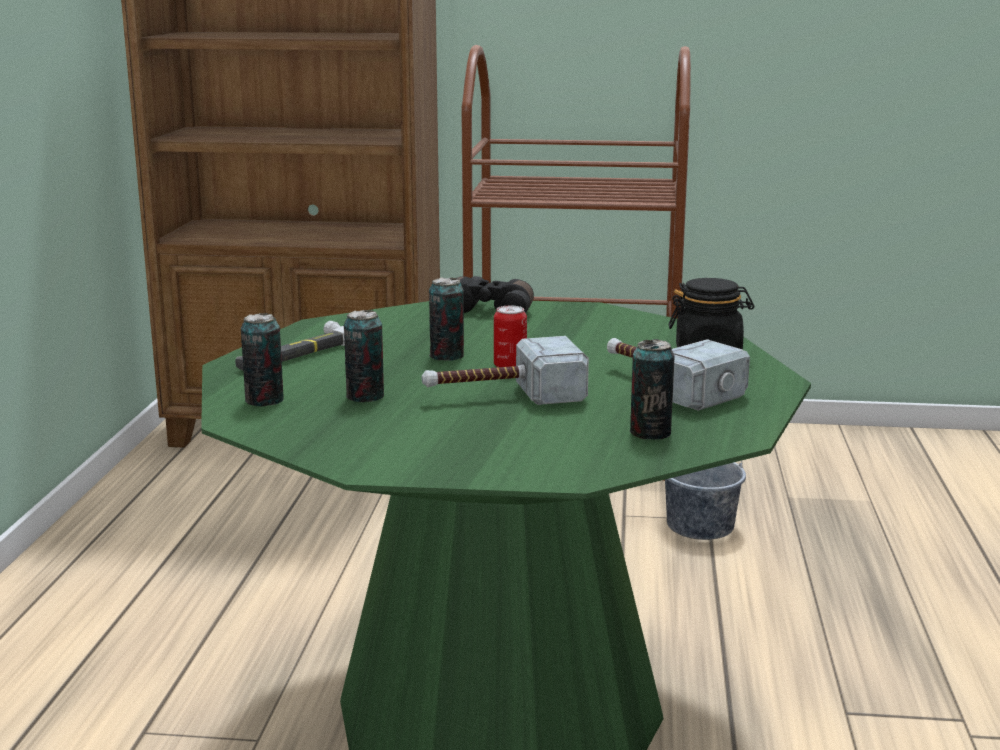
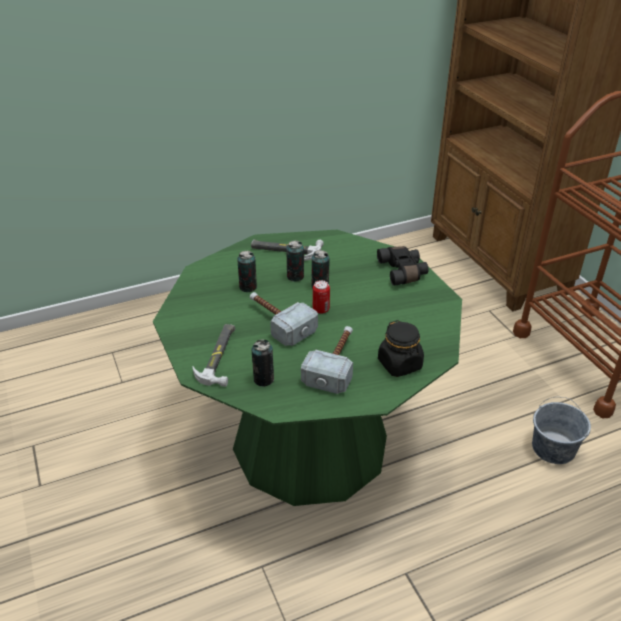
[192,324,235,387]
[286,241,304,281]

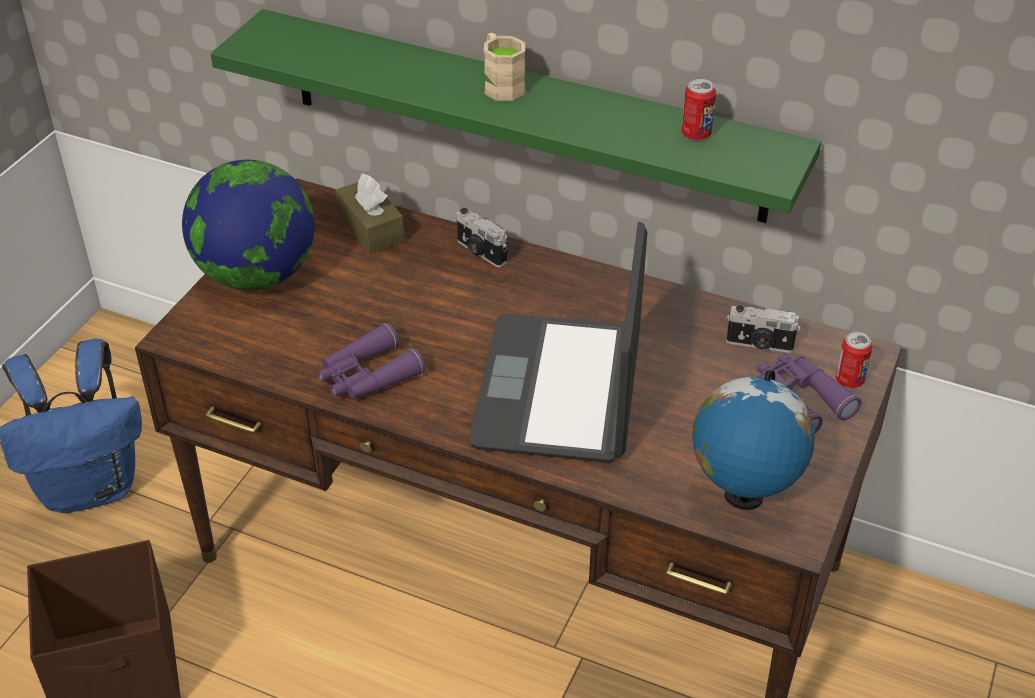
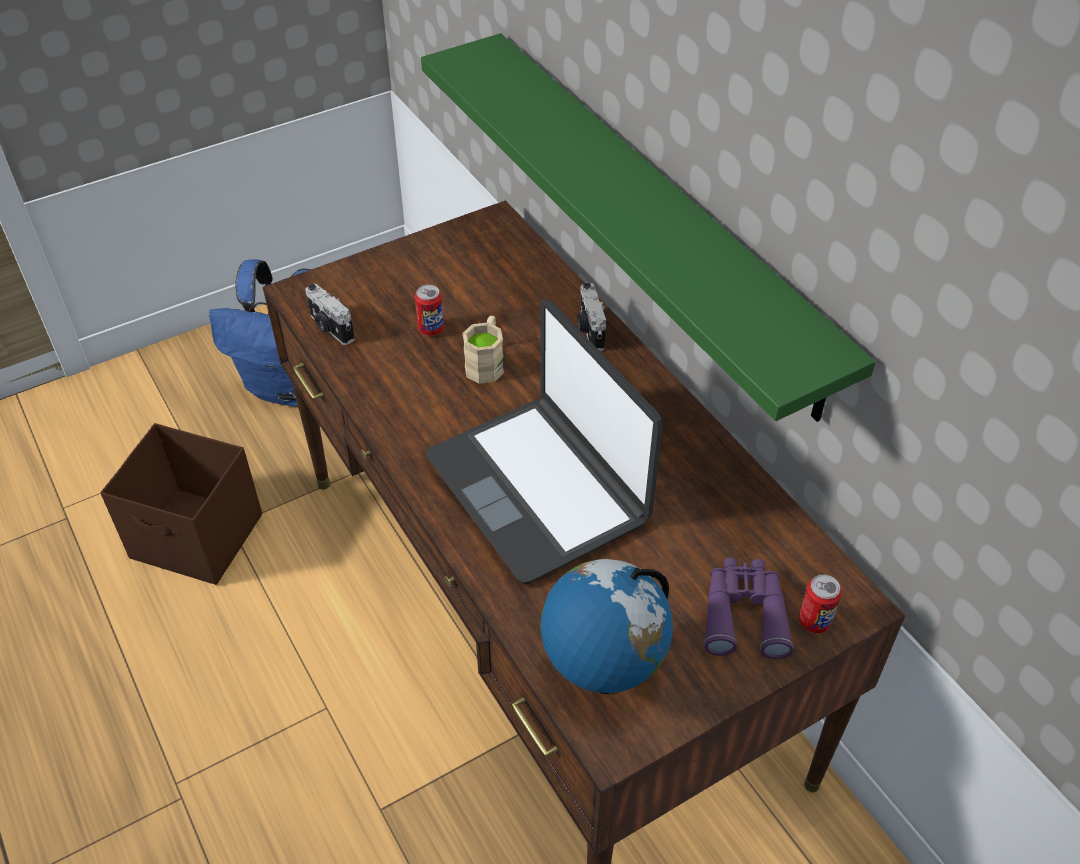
[182,160,315,290] (first image)
[317,323,425,399] (first image)
[335,173,405,254] (first image)
[462,316,504,384]
[415,285,444,336]
[305,284,355,345]
[426,299,663,585]

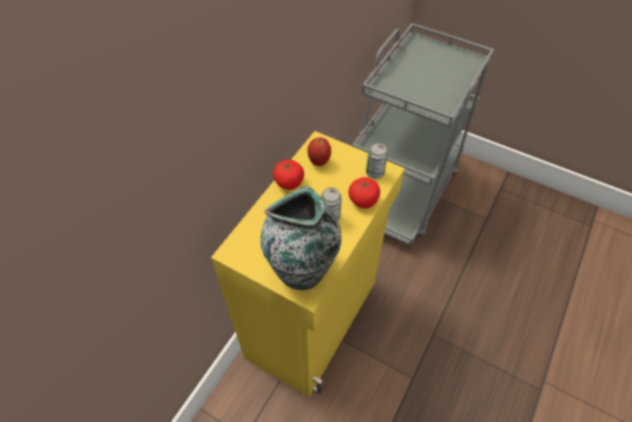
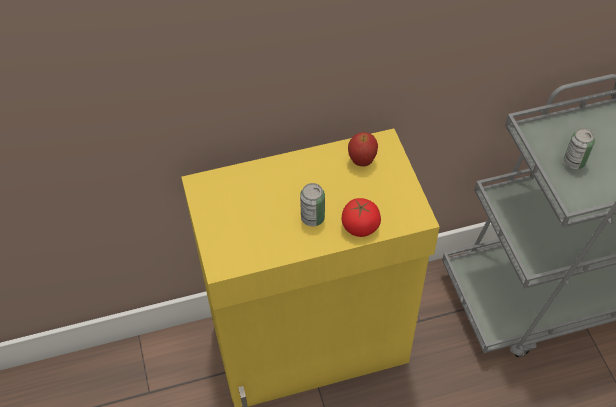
[260,186,342,290] (first image)
[273,160,304,190] (first image)
[564,128,595,169]

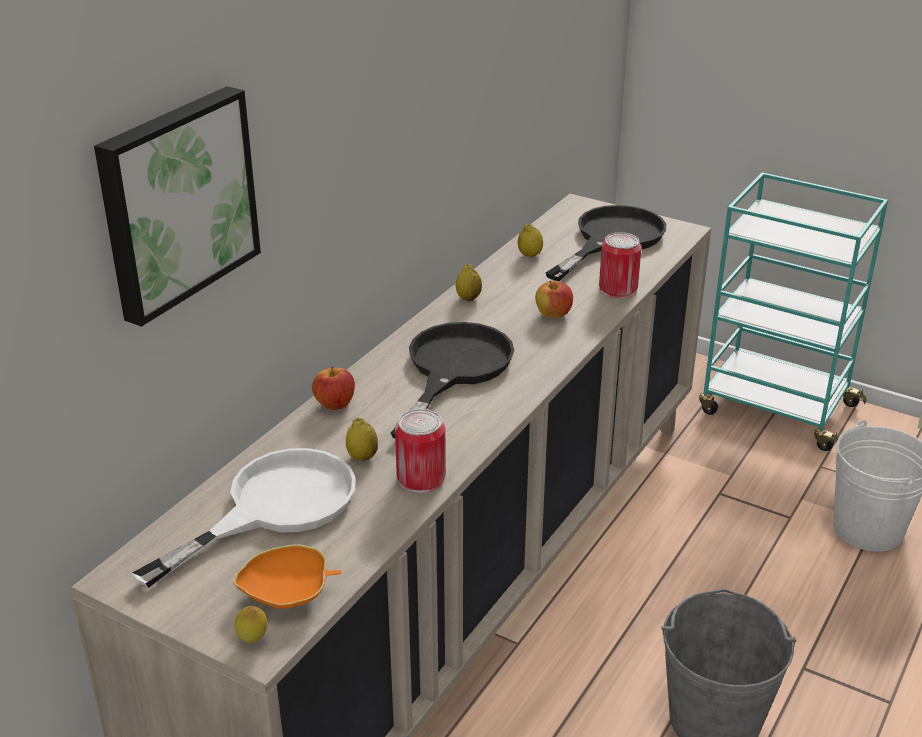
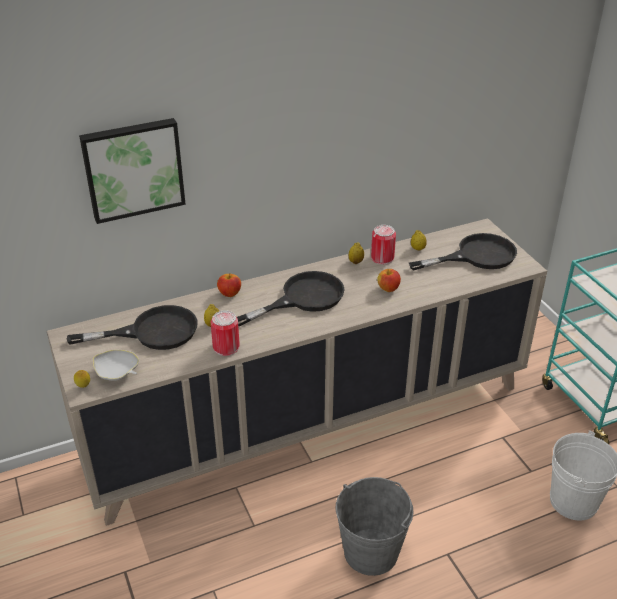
[371,225,396,265]
[67,305,198,350]
[93,349,139,381]

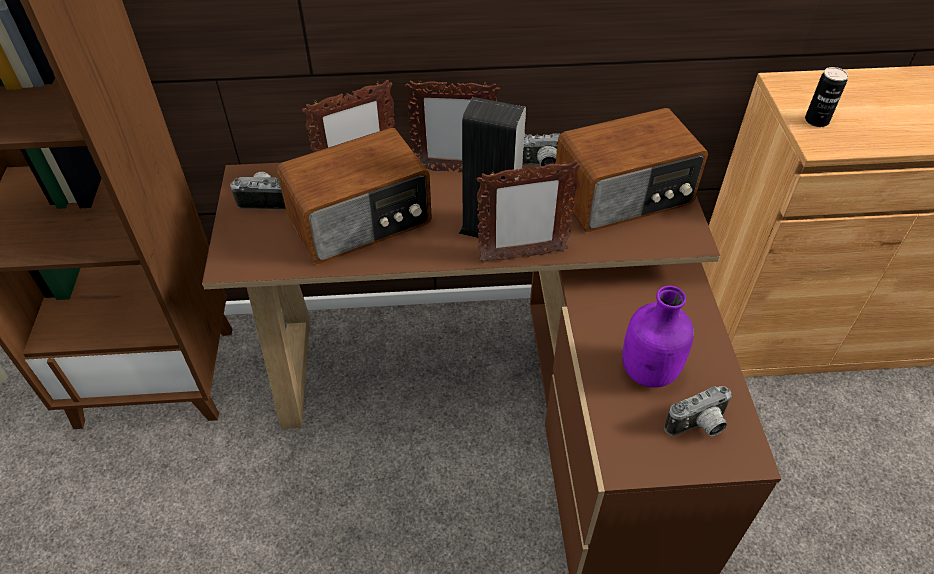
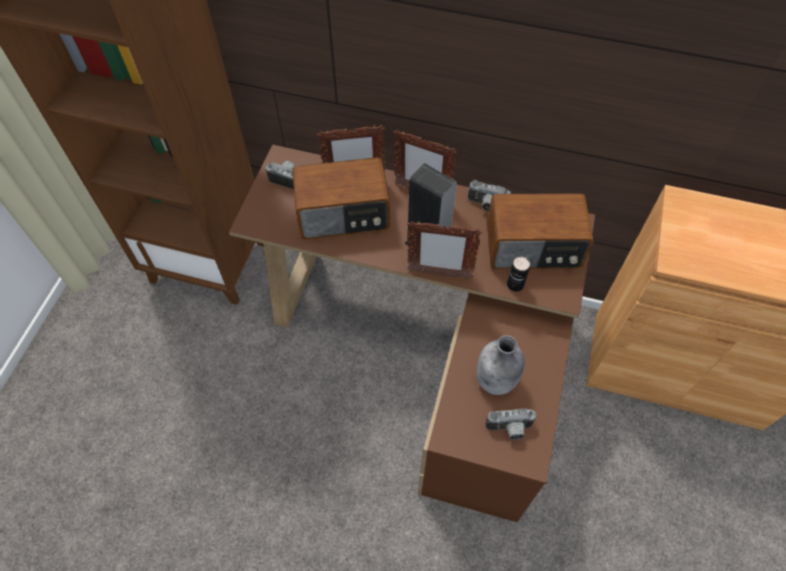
[507,257,530,292]
[476,335,525,395]

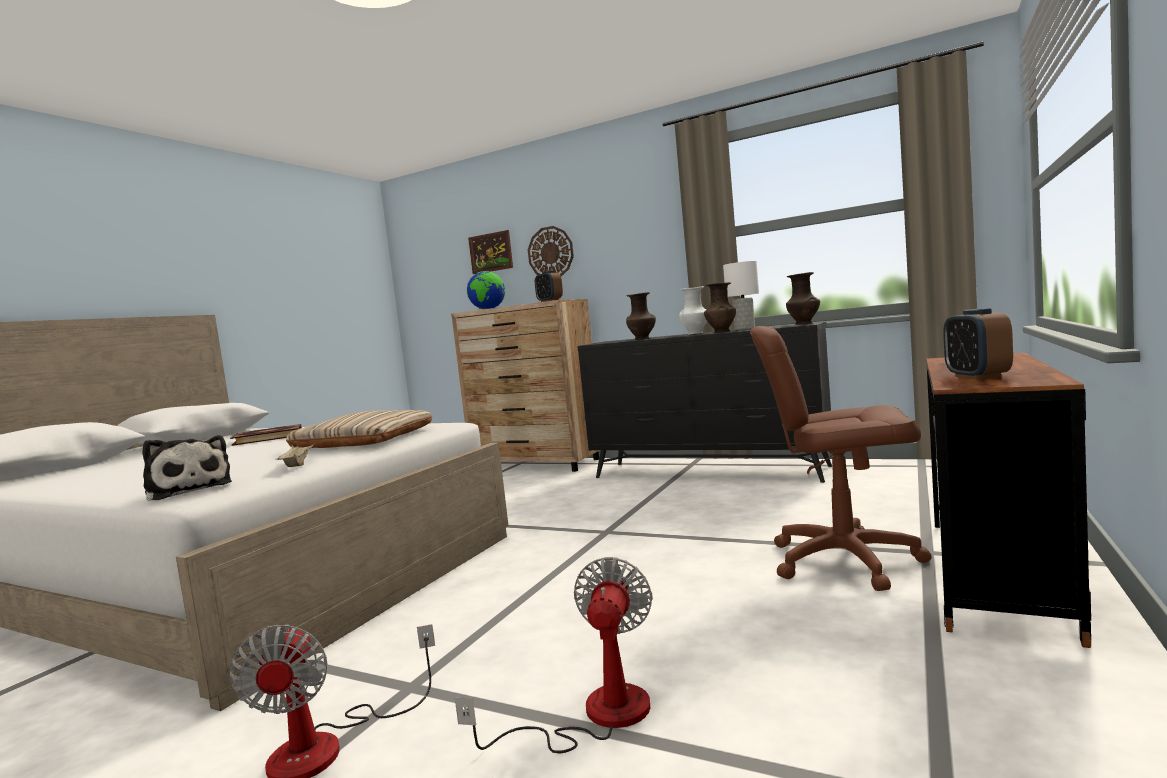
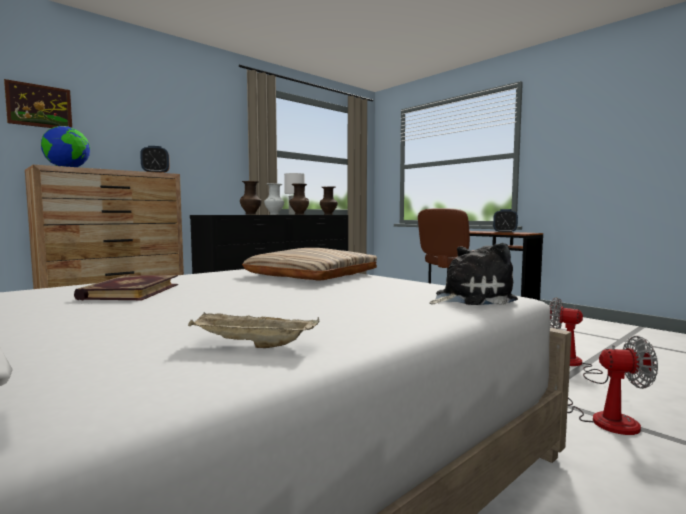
[528,226,574,276] (first image)
[188,312,320,348]

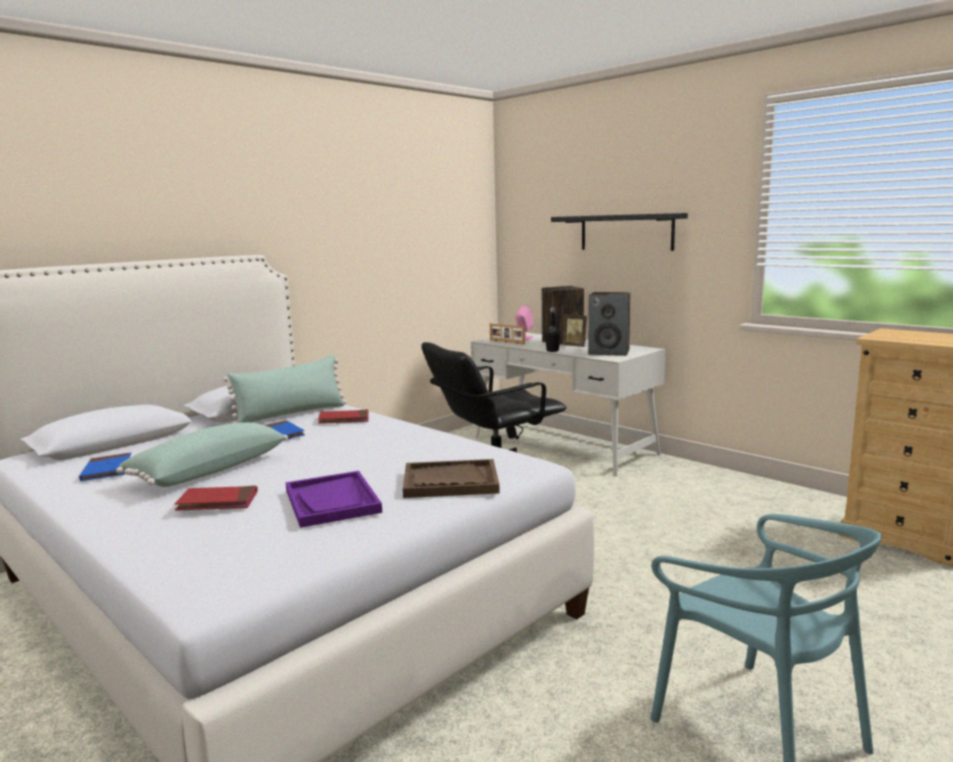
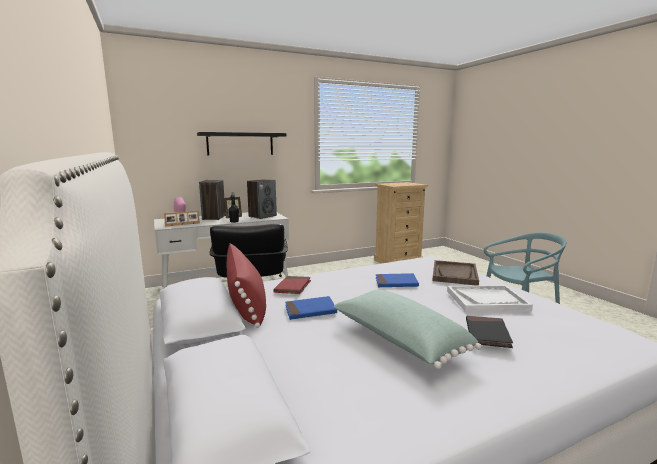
[376,273,419,287]
[466,316,513,348]
[227,244,266,328]
[447,285,533,312]

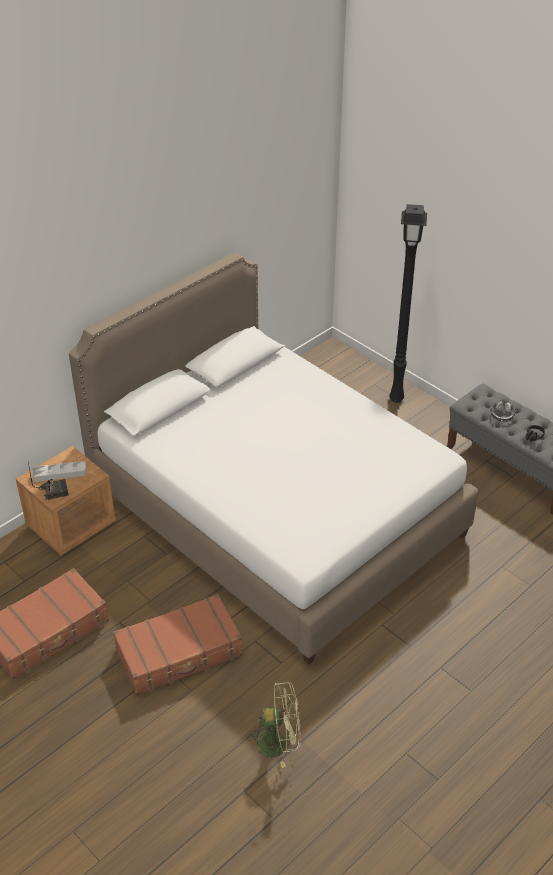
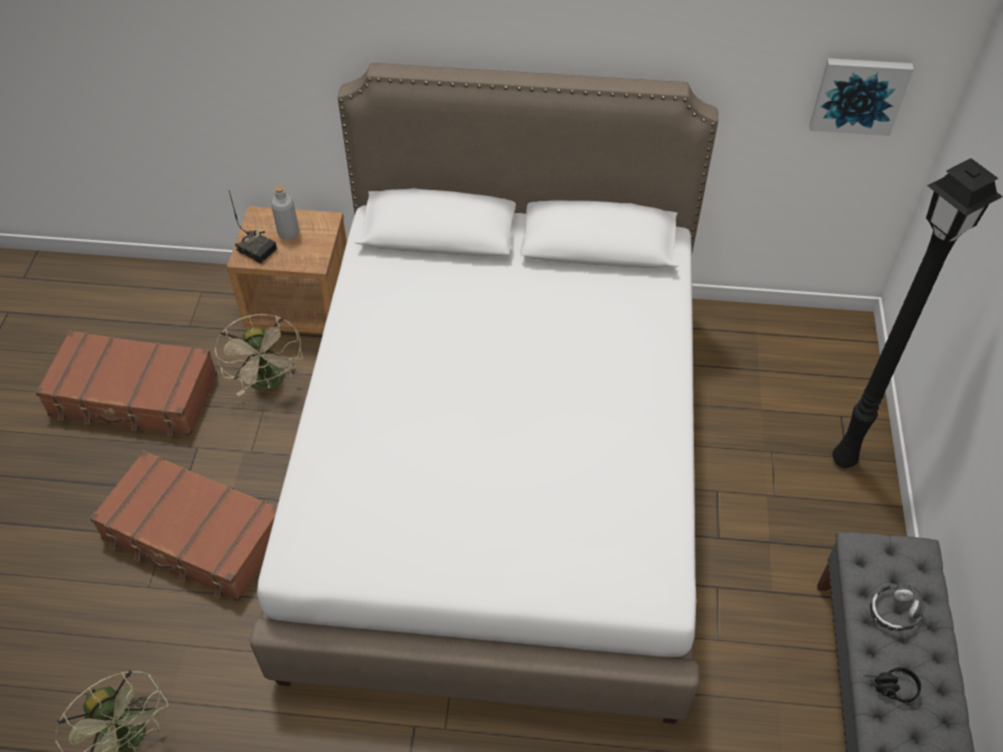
[214,314,303,396]
[809,58,914,136]
[271,185,299,240]

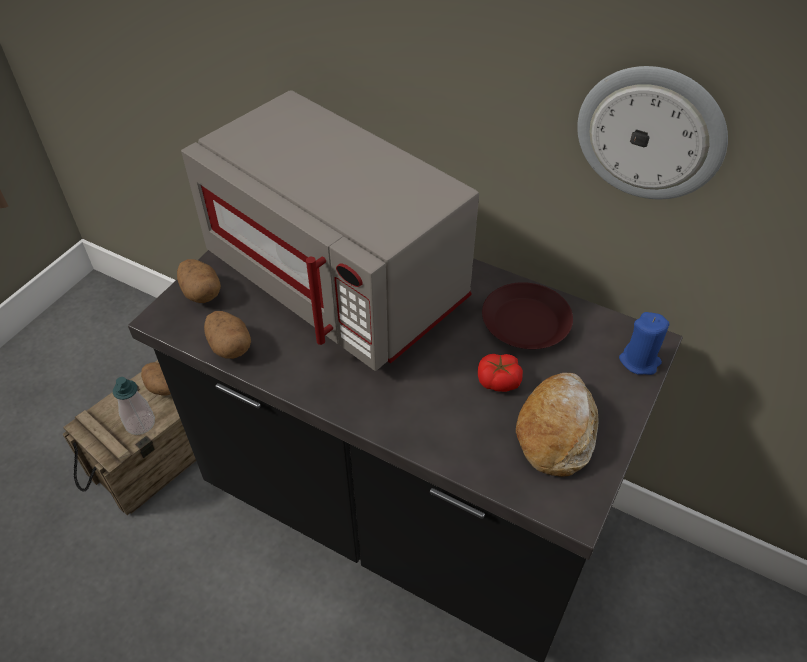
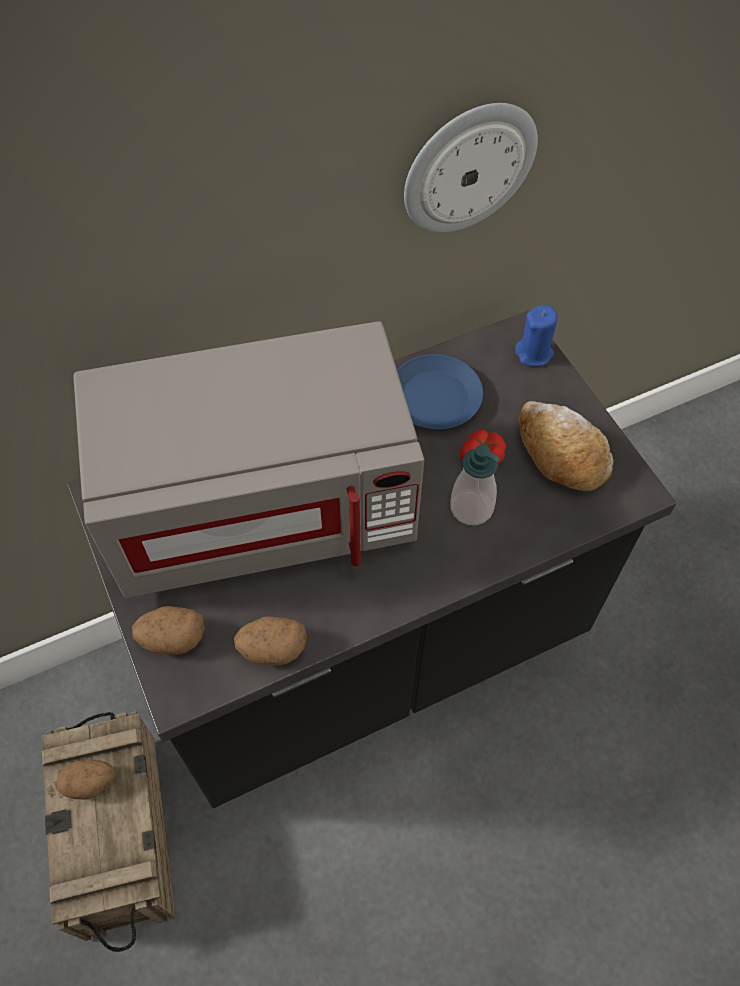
[450,445,500,525]
[397,354,483,429]

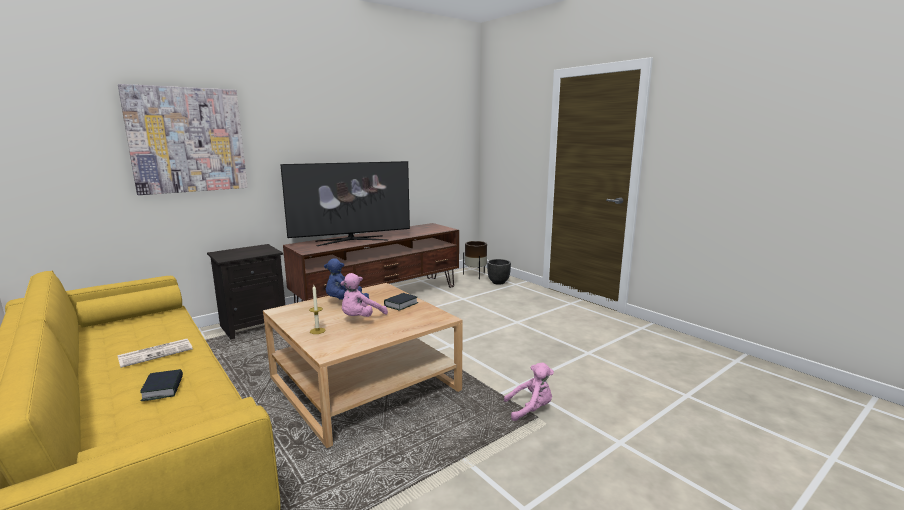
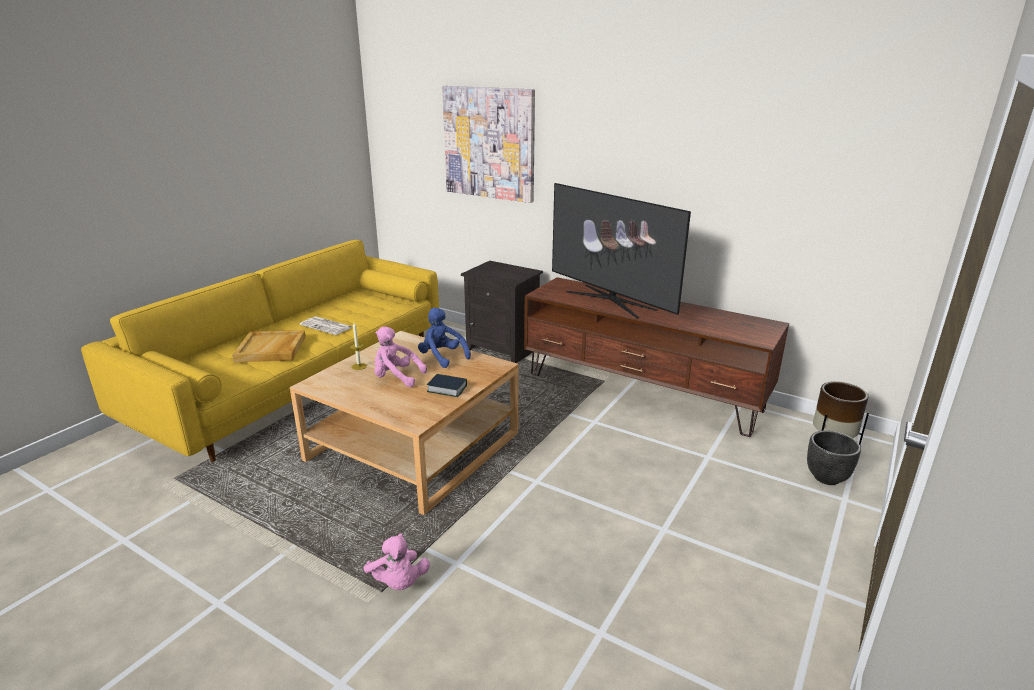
[232,330,306,362]

